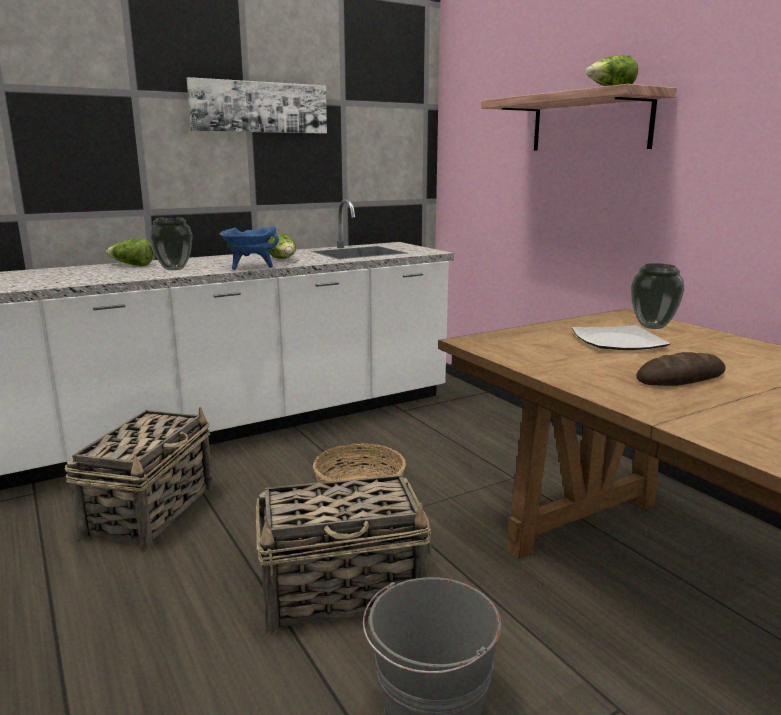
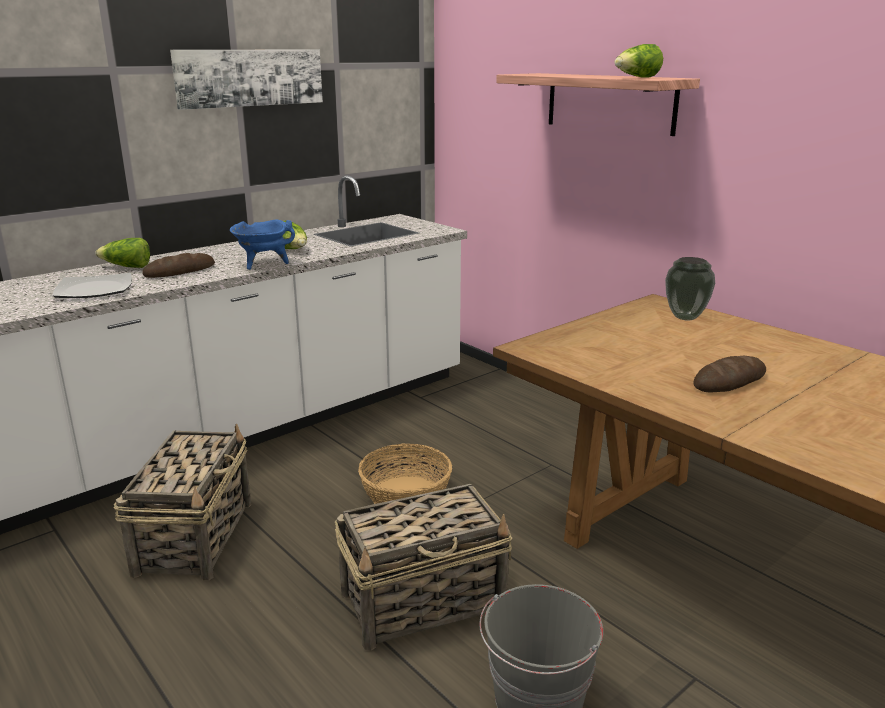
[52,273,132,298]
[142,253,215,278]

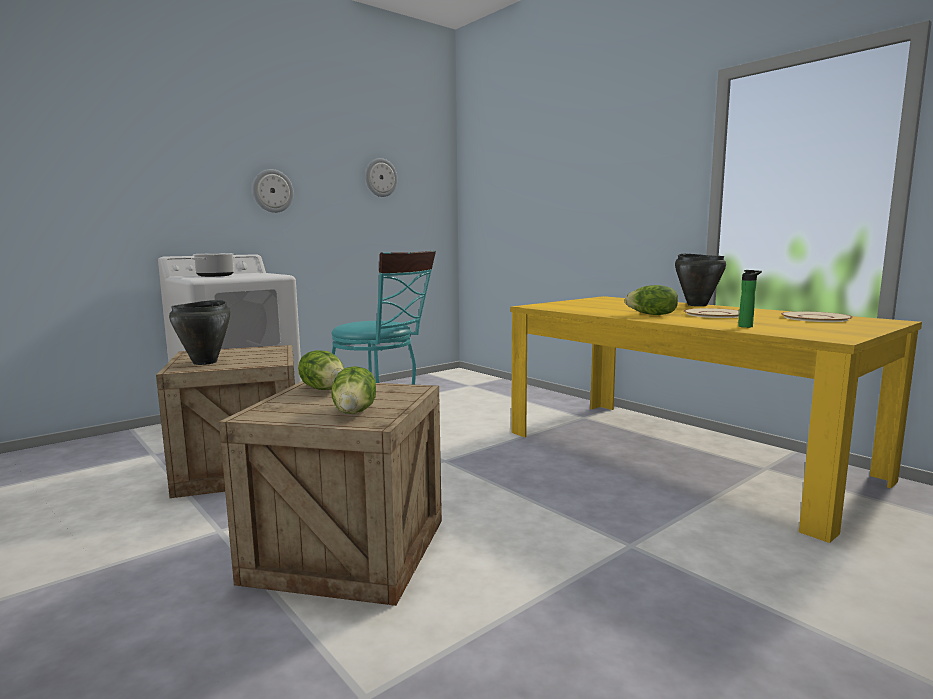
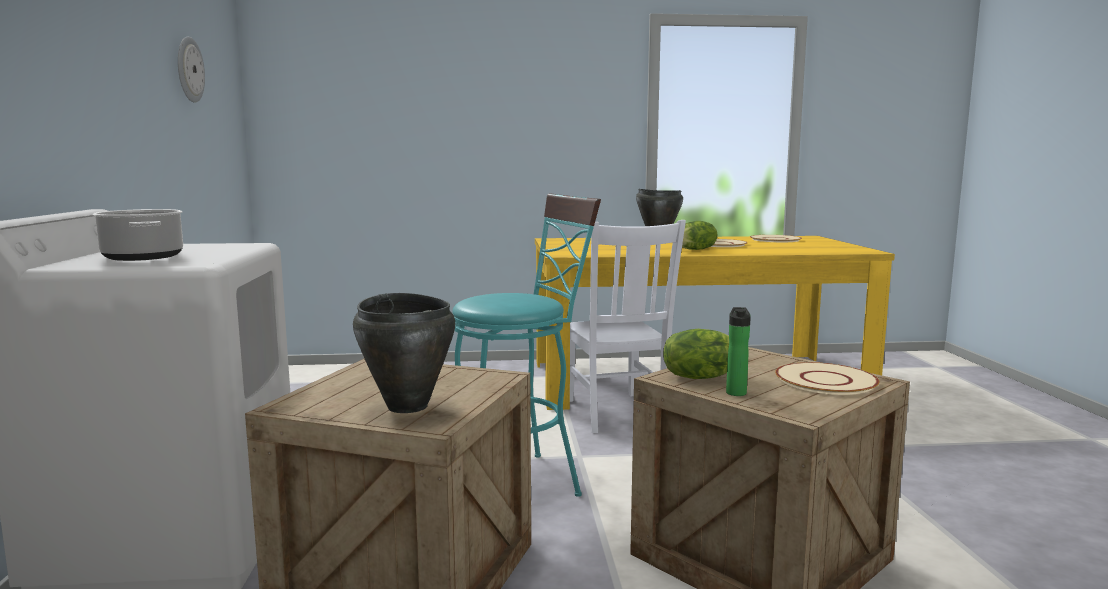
[252,169,294,213] (first image)
[570,220,686,433]
[726,307,751,396]
[775,362,879,395]

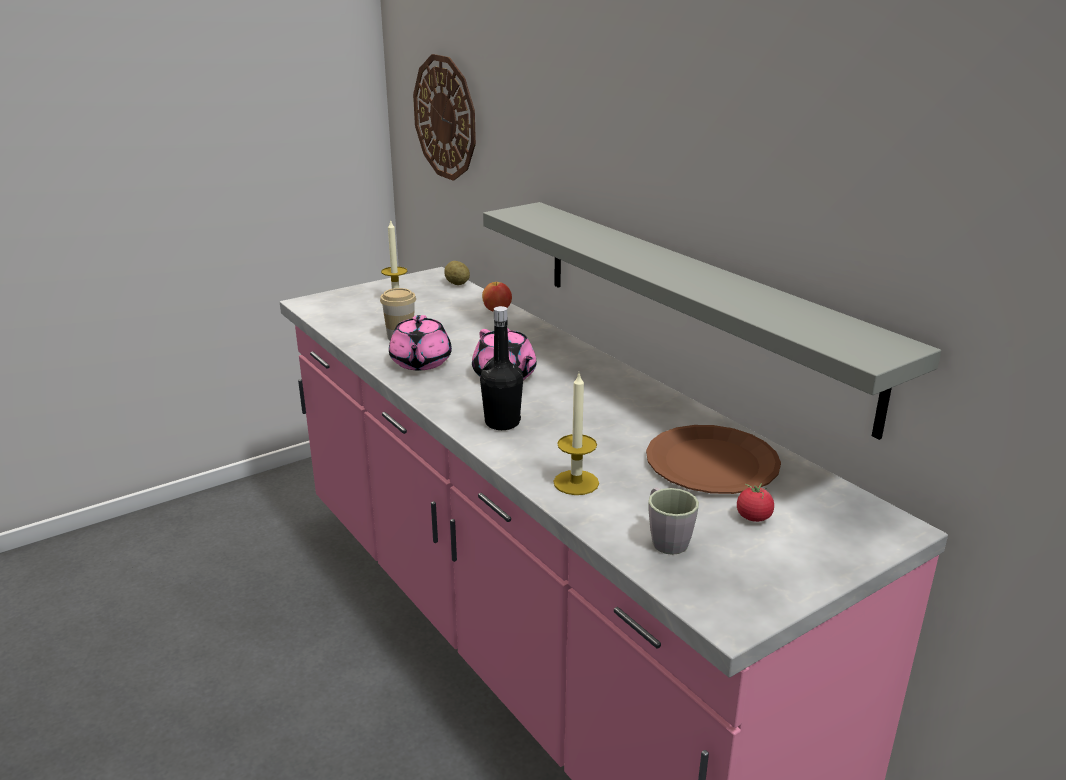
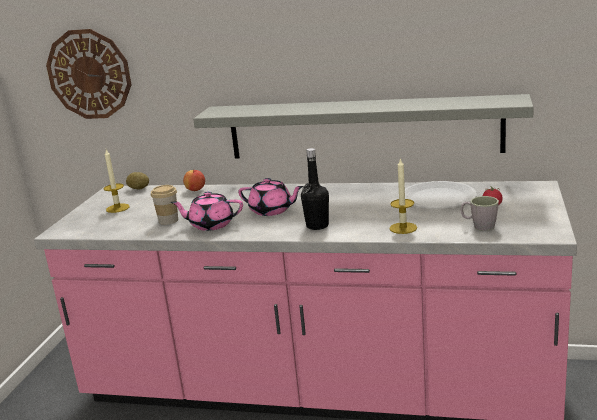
[405,181,477,209]
[171,191,243,231]

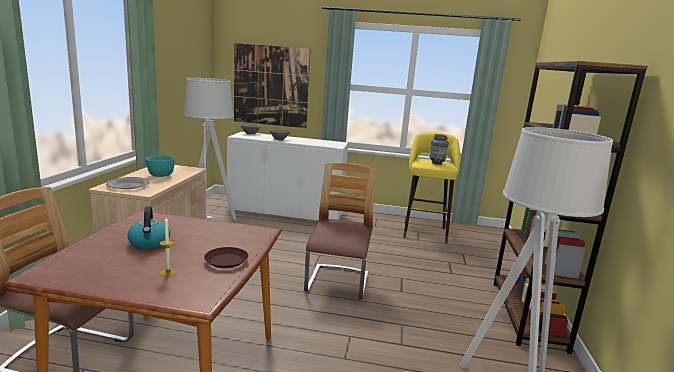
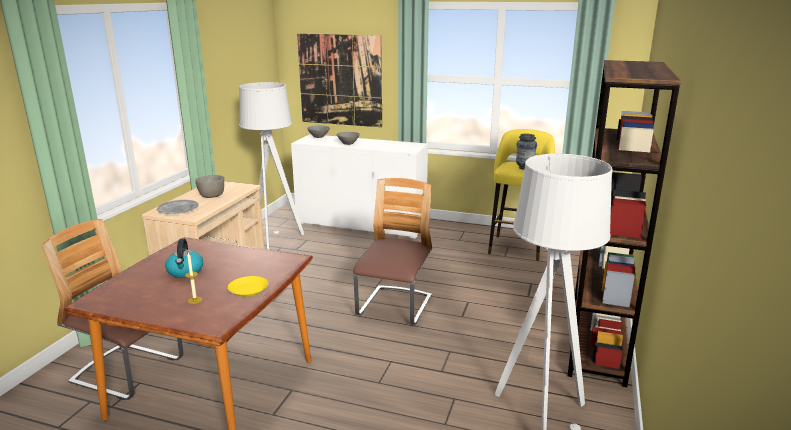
[195,175,224,198]
[228,276,268,297]

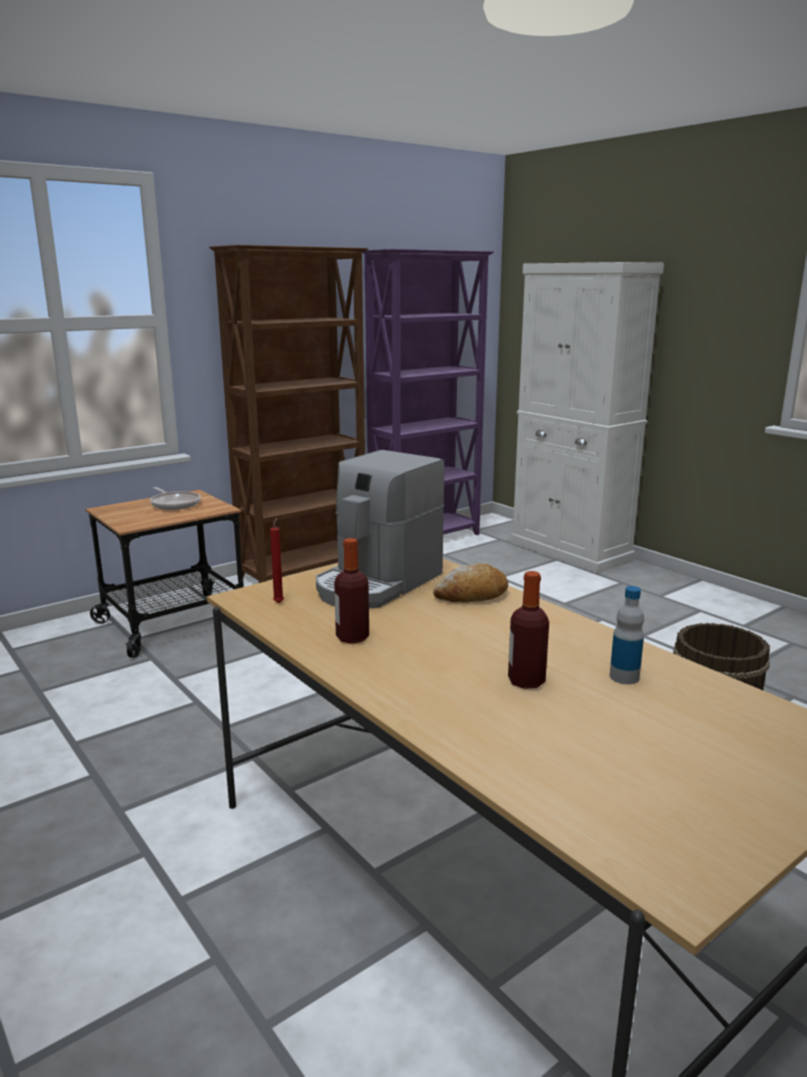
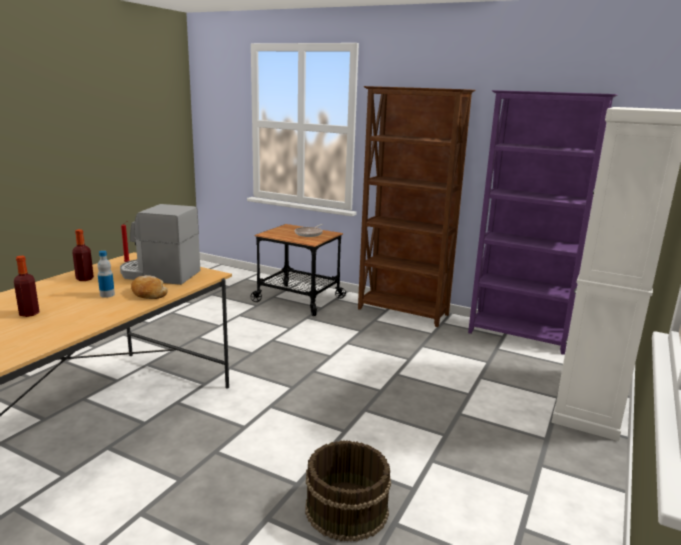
[97,251,115,298]

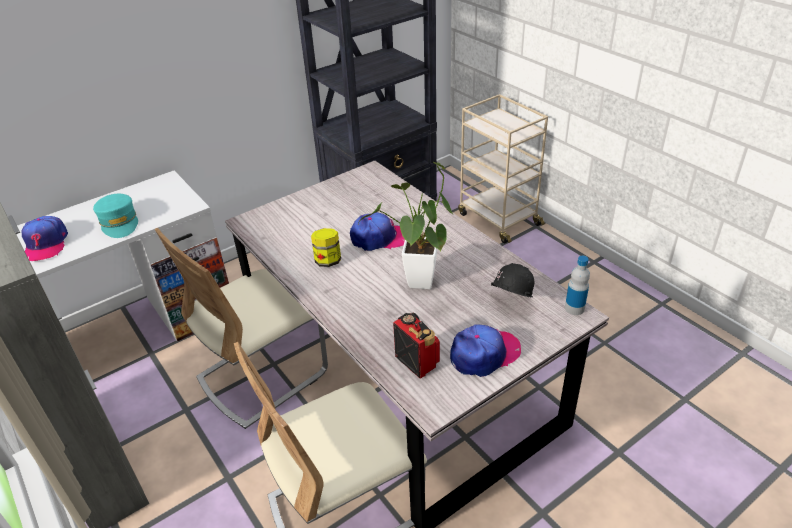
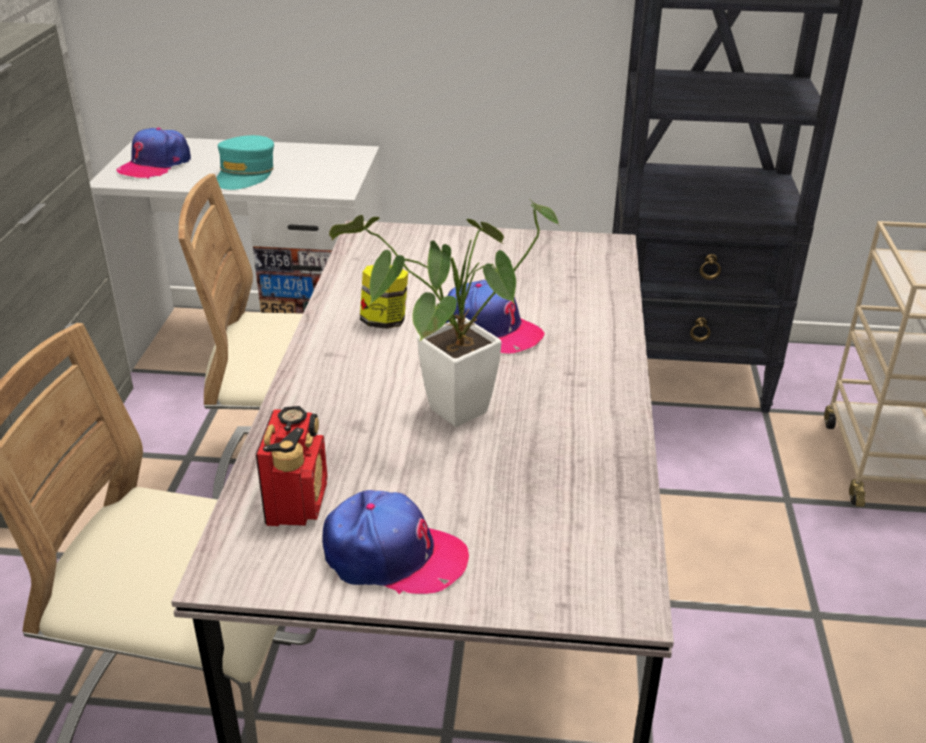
[491,263,534,297] (first image)
[565,256,590,315] (first image)

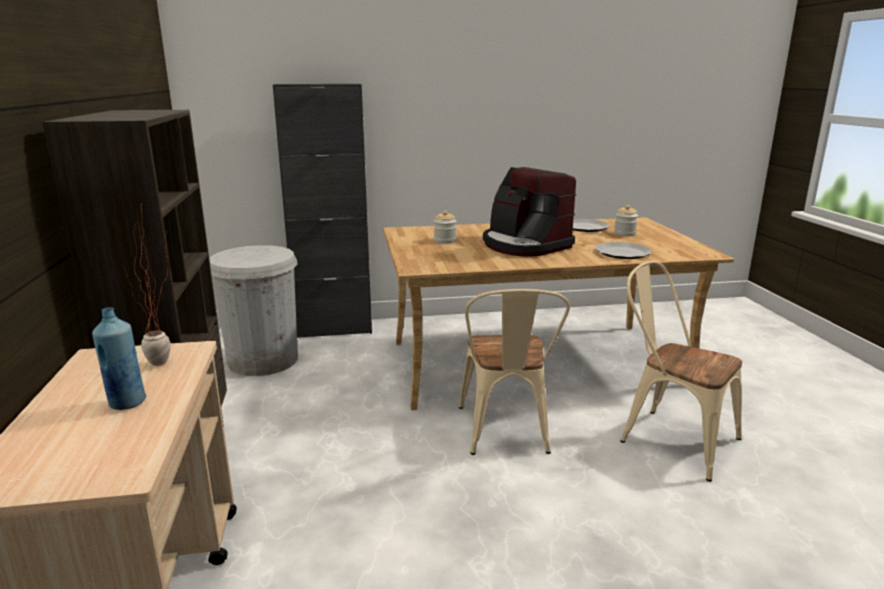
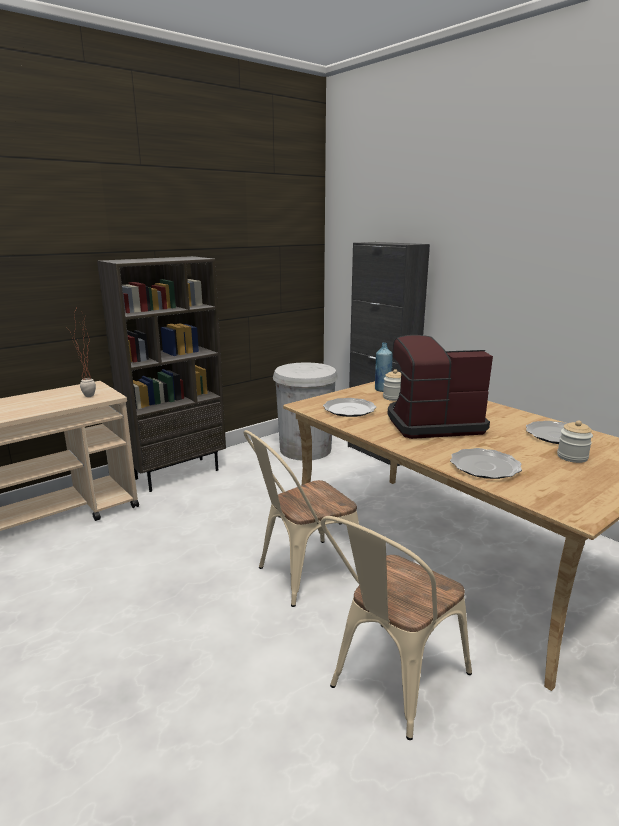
[323,398,377,417]
[375,343,392,392]
[387,335,493,439]
[321,516,472,740]

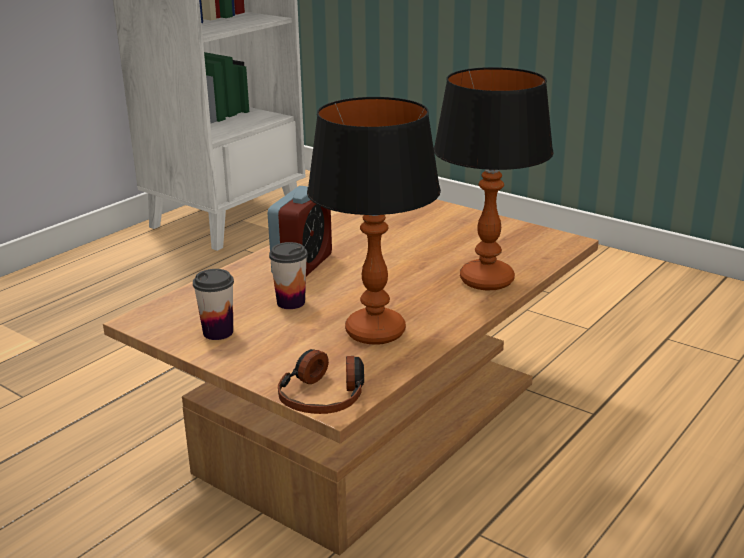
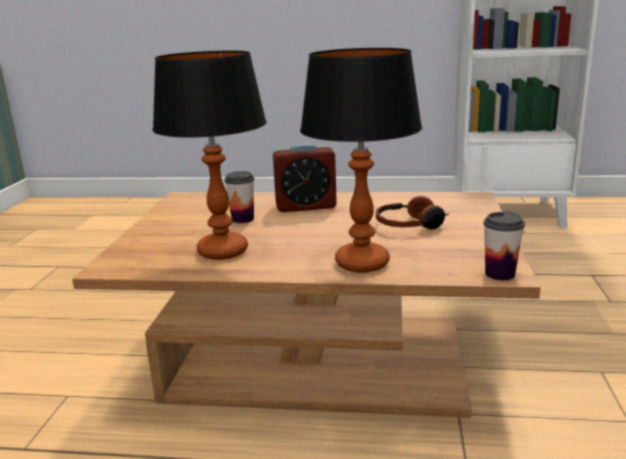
[484,212,525,280]
[376,196,448,229]

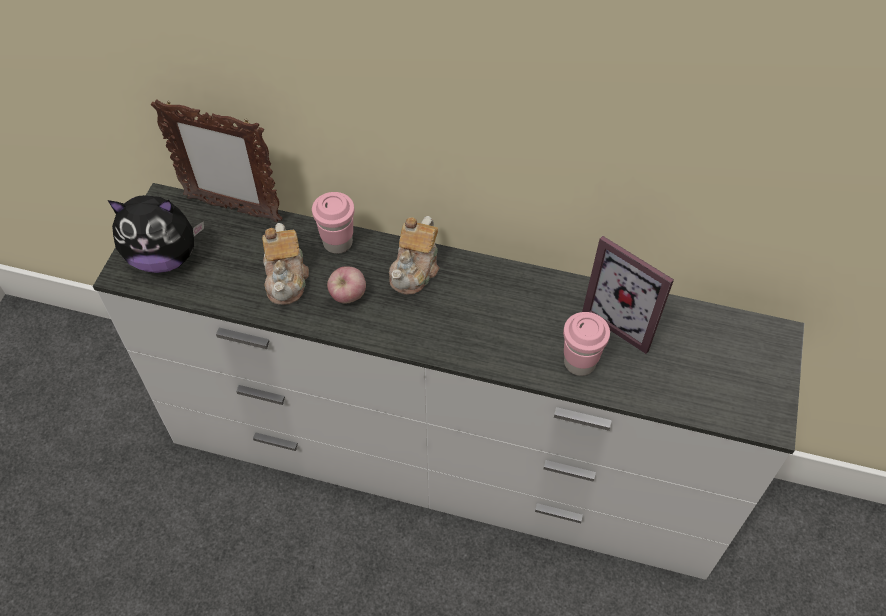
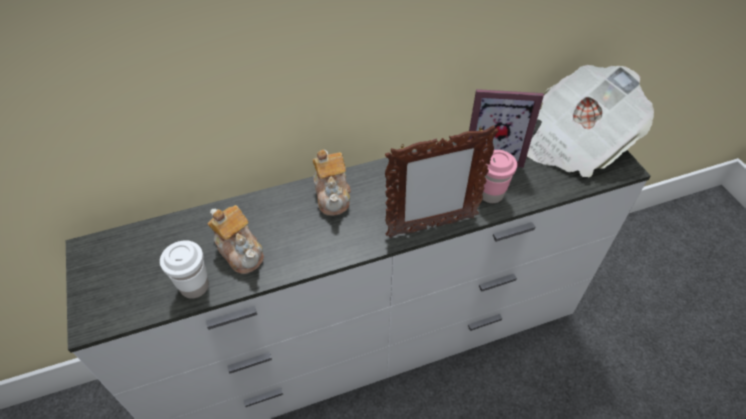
[108,195,204,273] (first image)
[312,192,355,254] (first image)
[327,266,366,303] (first image)
[160,240,209,299]
[527,65,654,178]
[385,125,499,238]

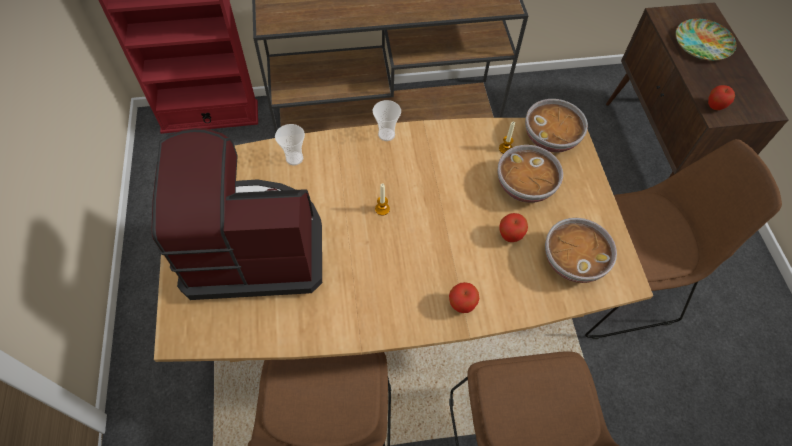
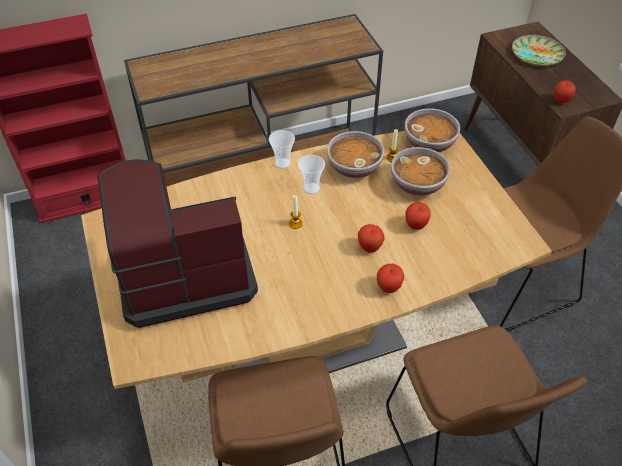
[358,224,384,253]
[298,155,325,194]
[327,131,384,178]

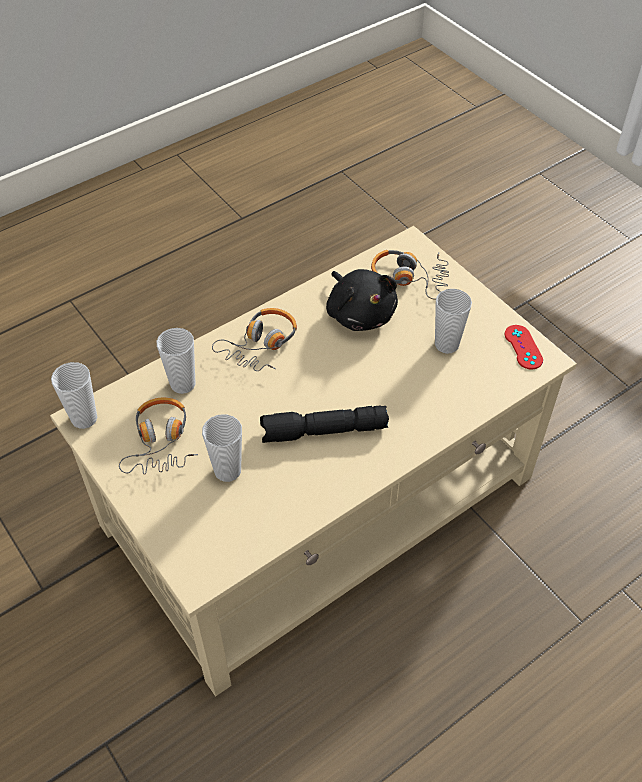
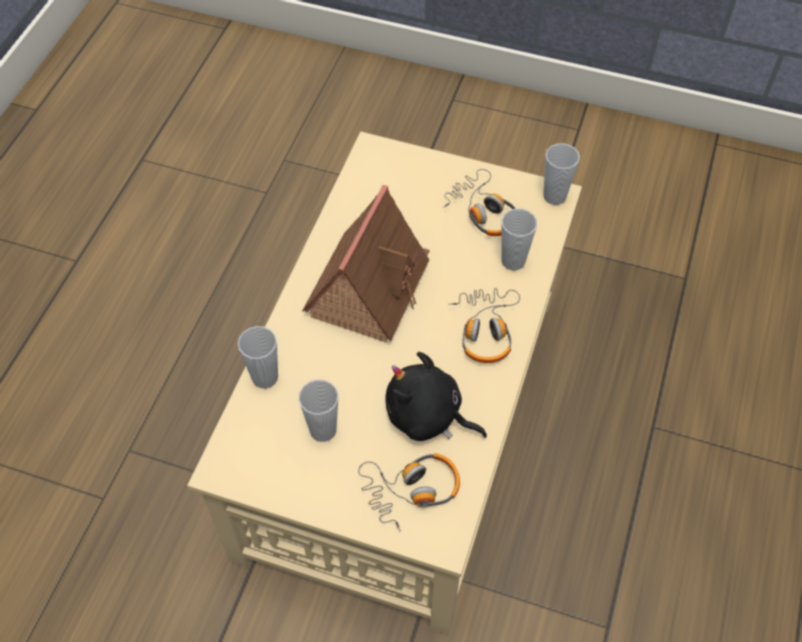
[505,325,543,370] (first image)
[238,326,278,389]
[302,185,430,342]

